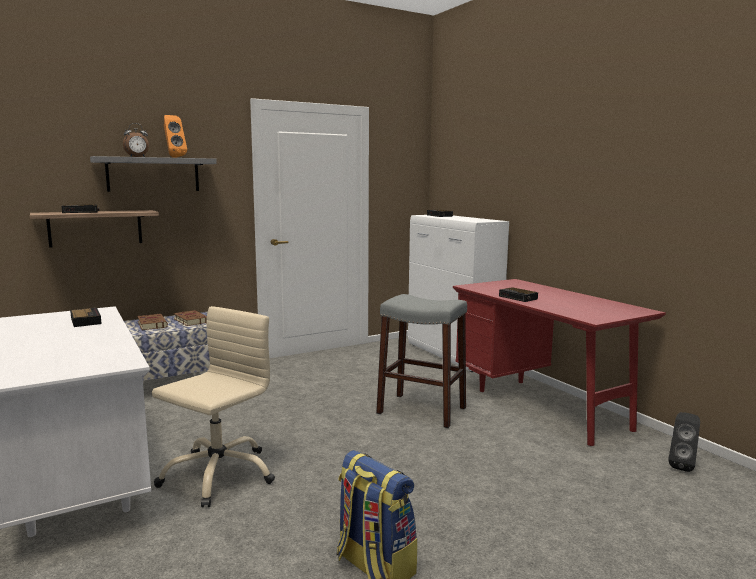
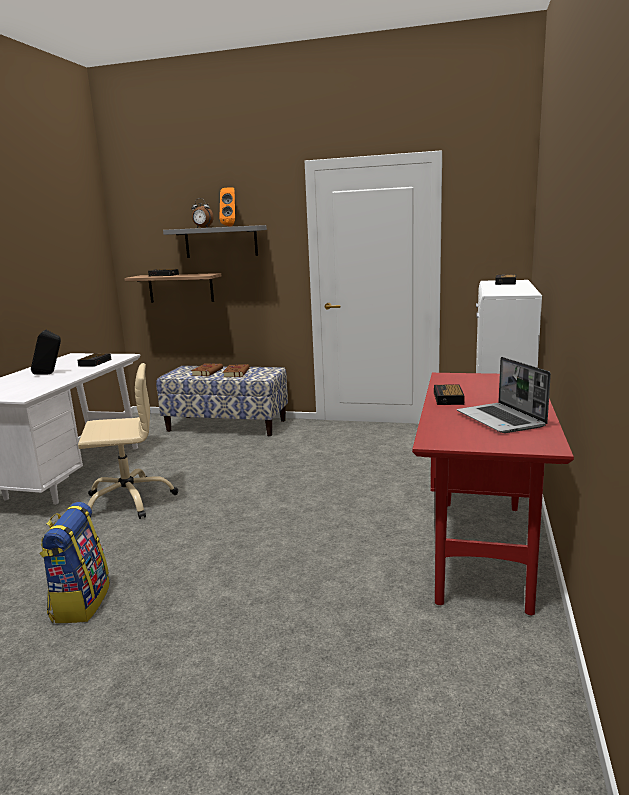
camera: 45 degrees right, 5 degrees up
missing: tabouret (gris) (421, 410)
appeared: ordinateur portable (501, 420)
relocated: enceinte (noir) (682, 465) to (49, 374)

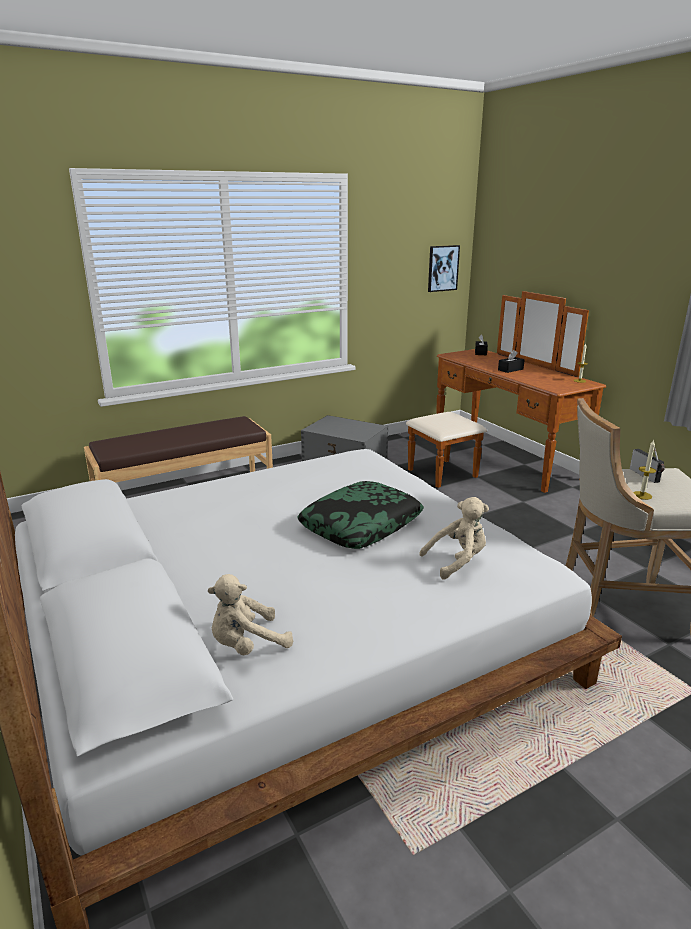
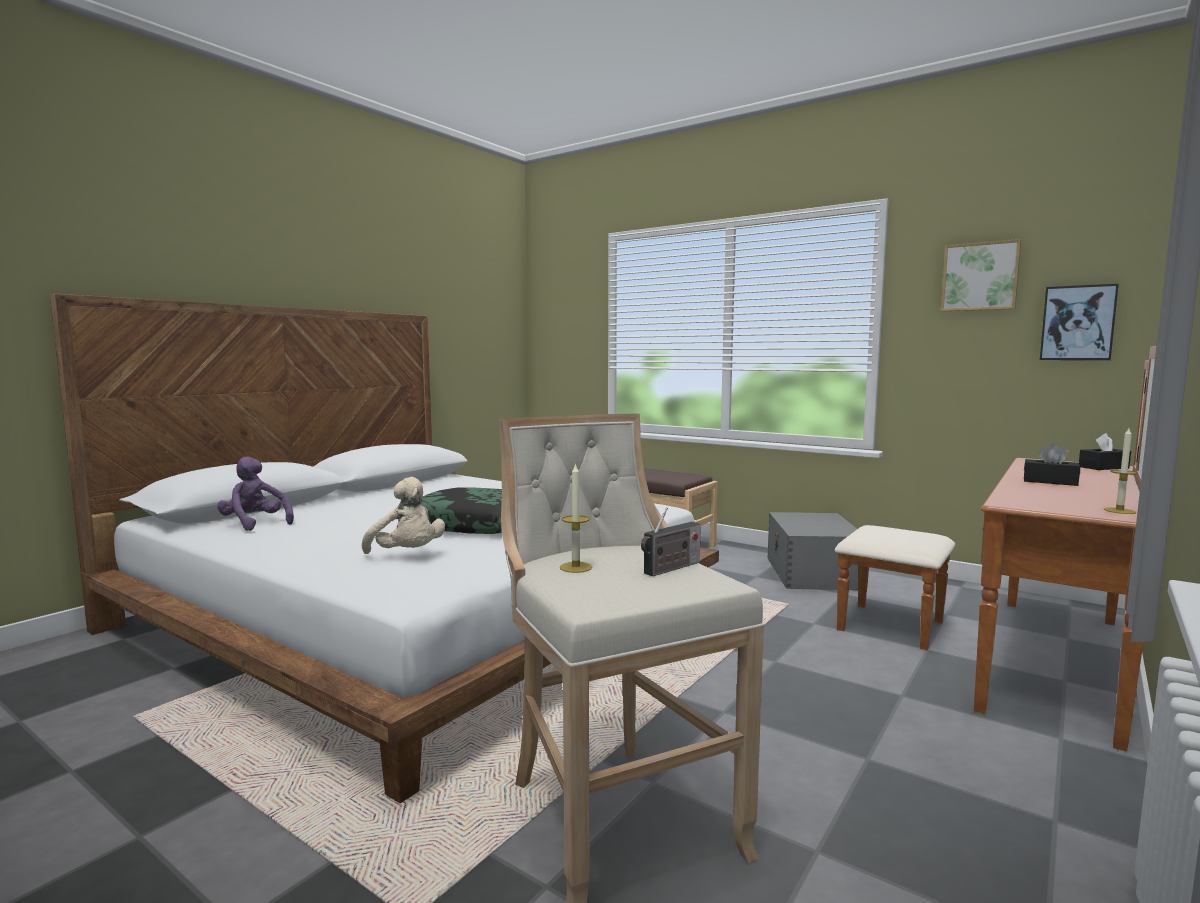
camera: 65 degrees right, 15 degrees down
appeared: tableau (980, 277)
colour: peluche (beige) (247, 645) to peluche (violet) (255, 524)

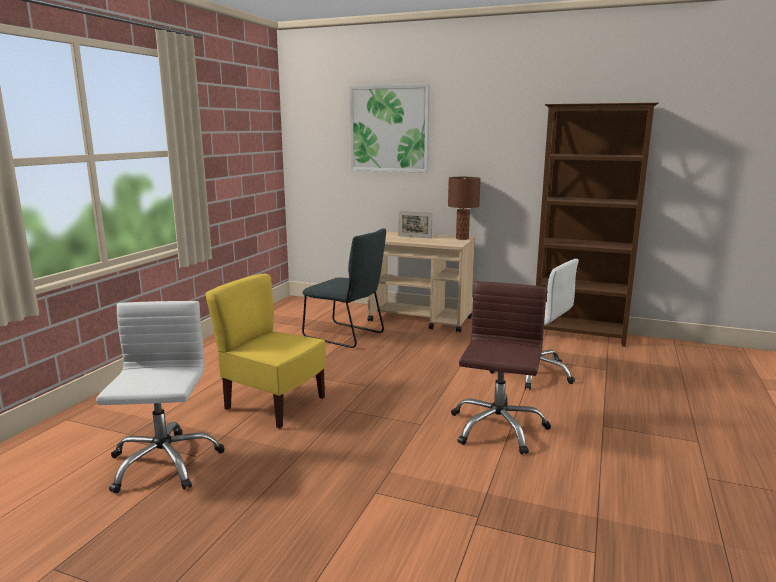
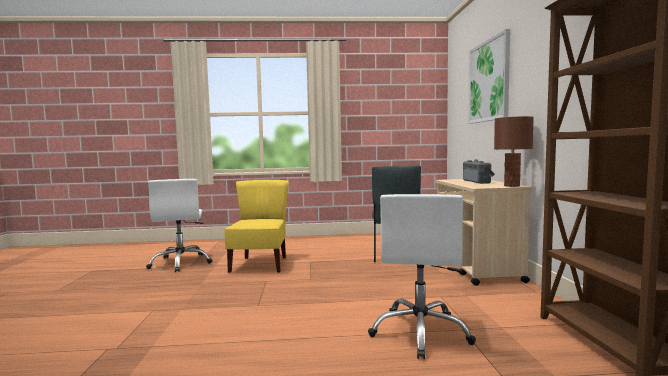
camera: 65 degrees right, 10 degrees down
missing: chaise de bureau (marron) (497, 428)
exchanged: cadre photo (415, 237) to radio (478, 181)
spun: chaise de bureau (blanc) (164, 463) = (181, 263) 105 degrees clockwise

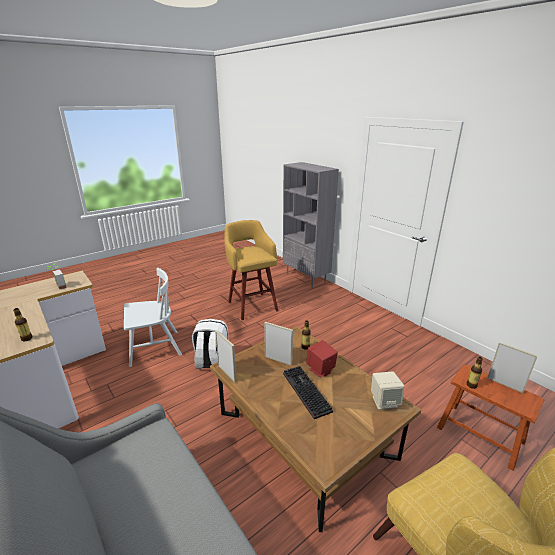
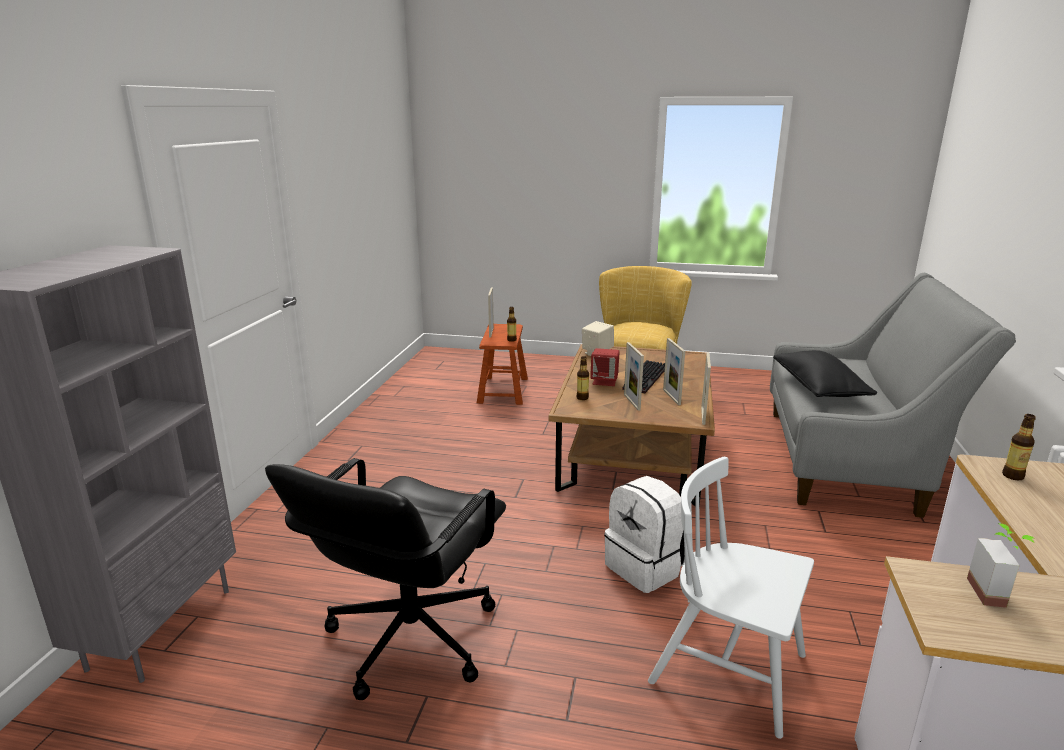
camera: 130 degrees left, 5 degrees down
appeared: cadre photo (671, 397); coussin (noir) (819, 388)
exchanged: tabouret (jaune) (252, 305) to chaise de bureau (noir) (409, 638)

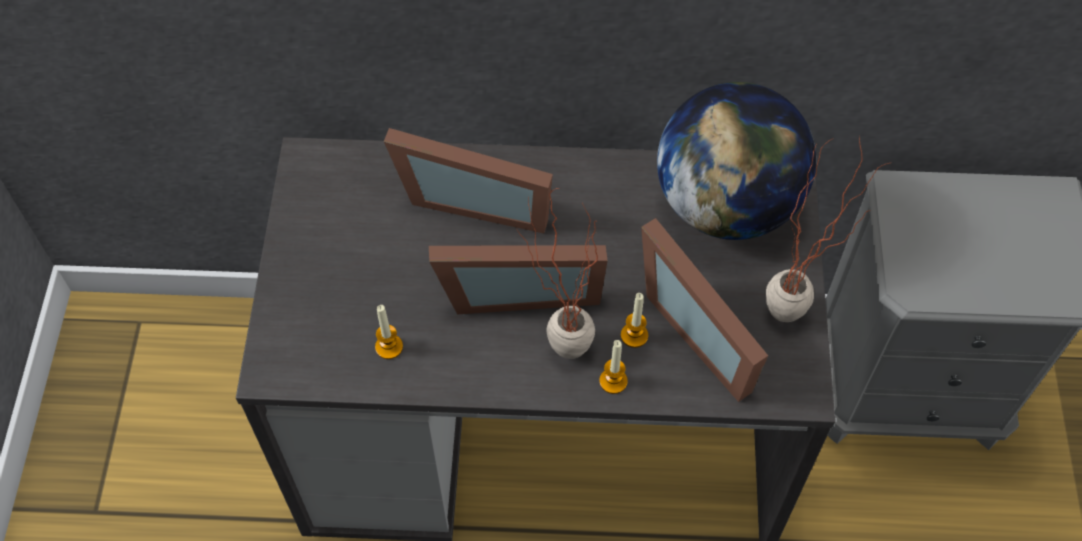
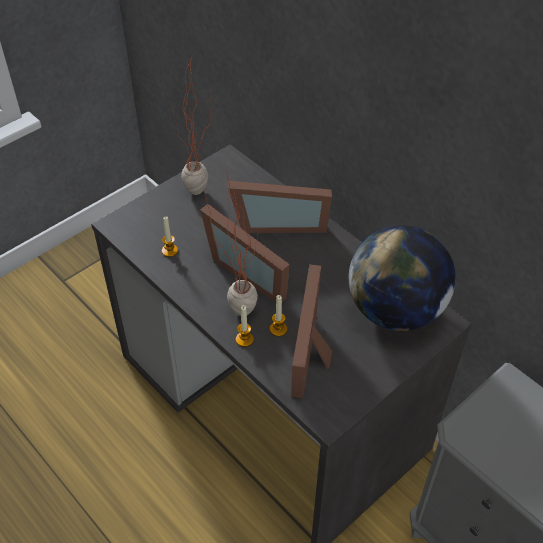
camera: 45 degrees right, 10 degrees down
relocated: plante en pot (798, 316) to (199, 196)
spun: cadre photo (476, 198) = (279, 222) 60 degrees counterclockwise

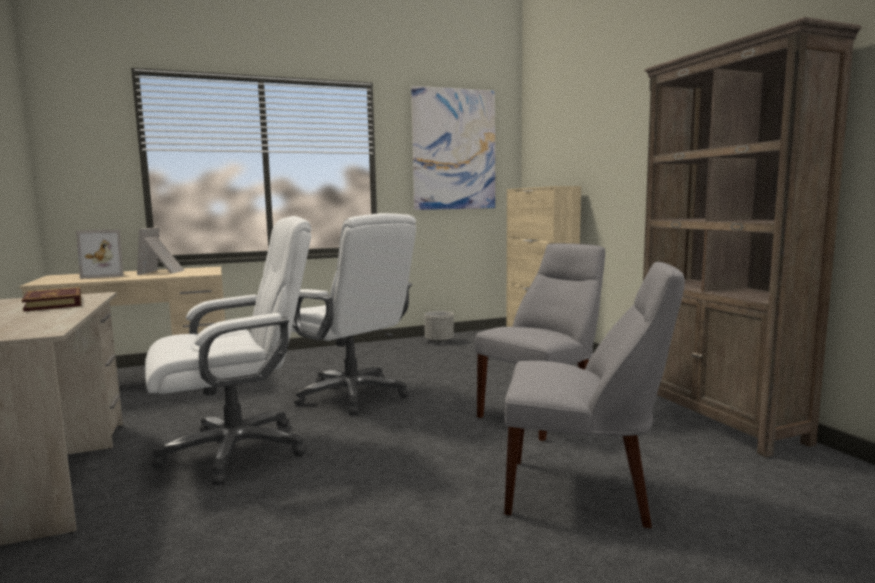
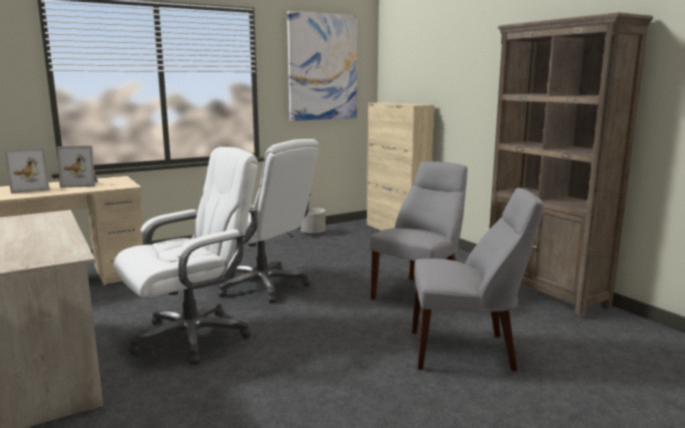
camera: 10 degrees left, 5 degrees up
missing: livre (54, 304)
spun: cadre photo (163, 272) = (81, 184) 90 degrees counterclockwise

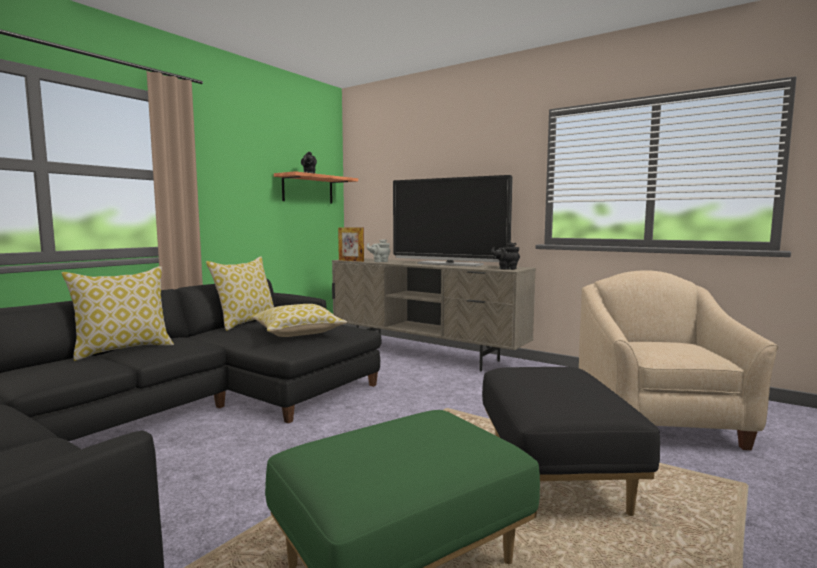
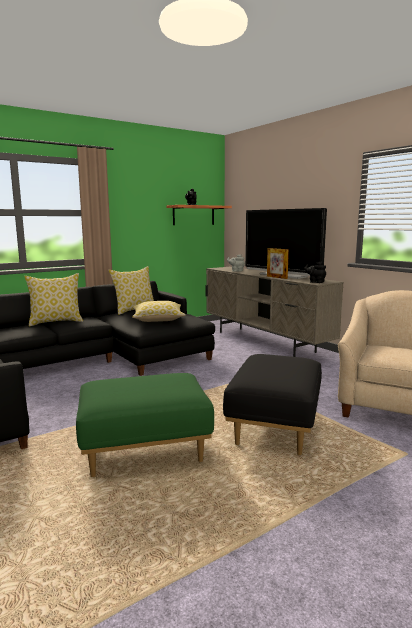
camera: 20 degrees right, 5 degrees up
relocated: cadre photo (351, 260) to (276, 277)

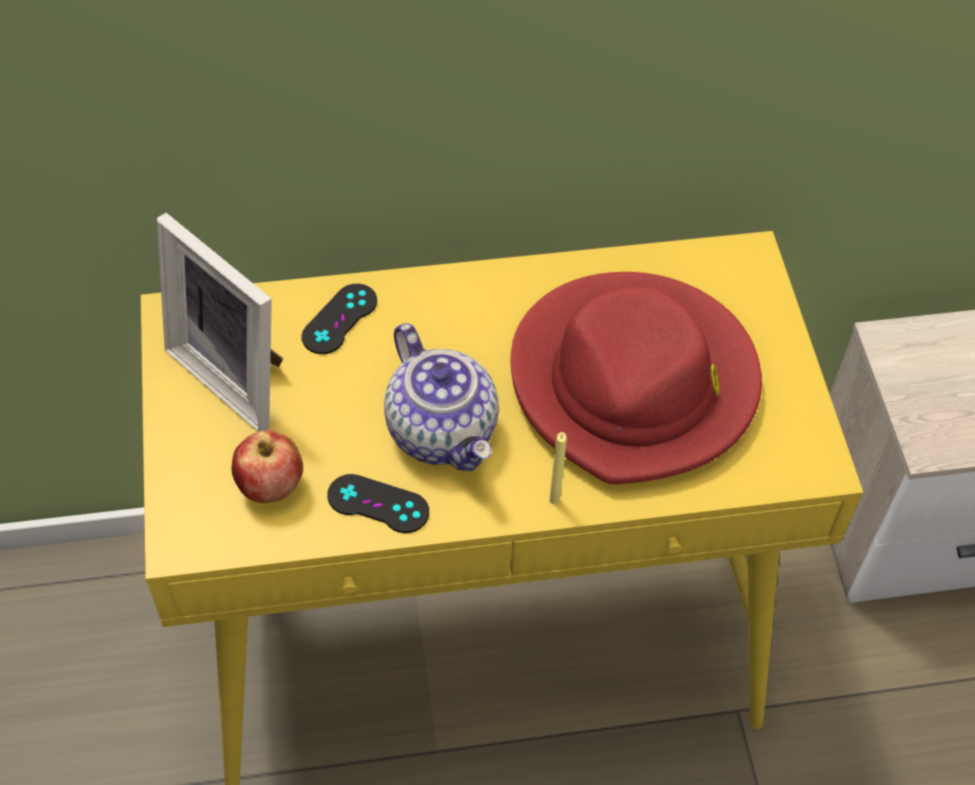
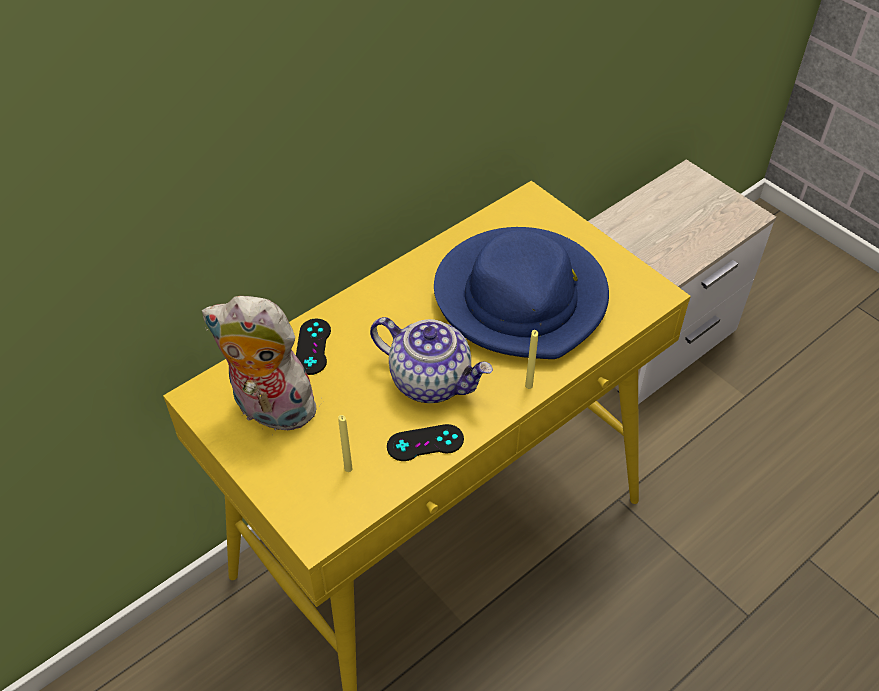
camera: 30 degrees left, 5 degrees down
exchanged: cadre photo (237, 372) to peluche (270, 411); pomme (270, 487) to bougie (jaune) (348, 468)
colour: chapeau (rouge) (635, 383) to chapeau (bleu) (522, 297)

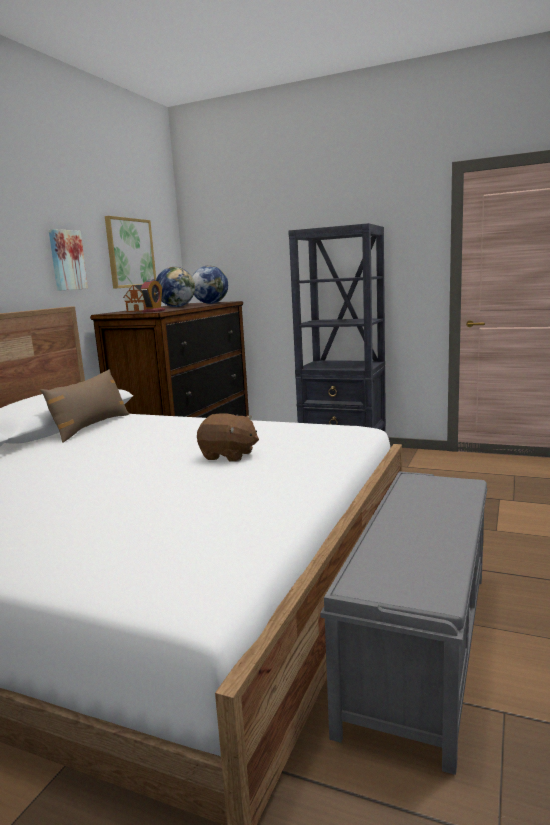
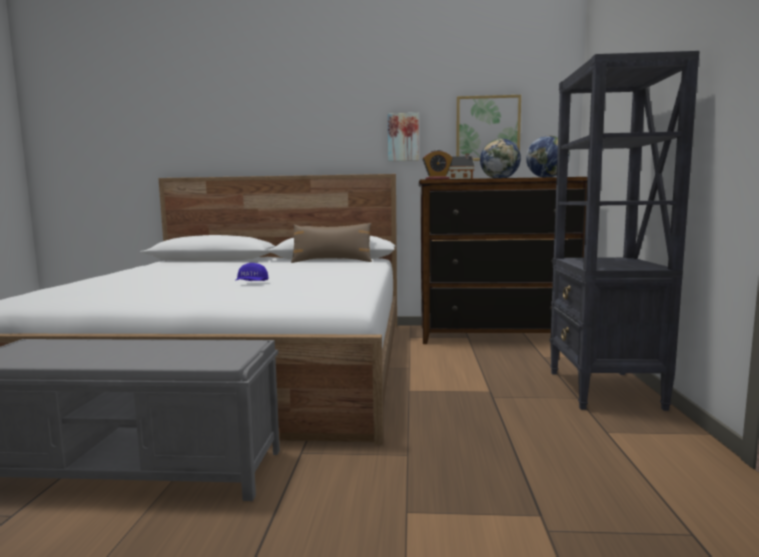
camera: 70 degrees right, 5 degrees down
exchanged: peluche (marron) (228, 456) to casquette (bleu) (251, 284)

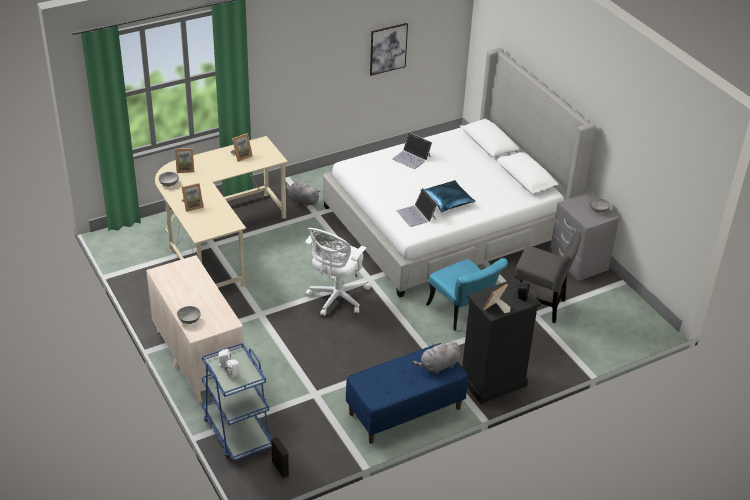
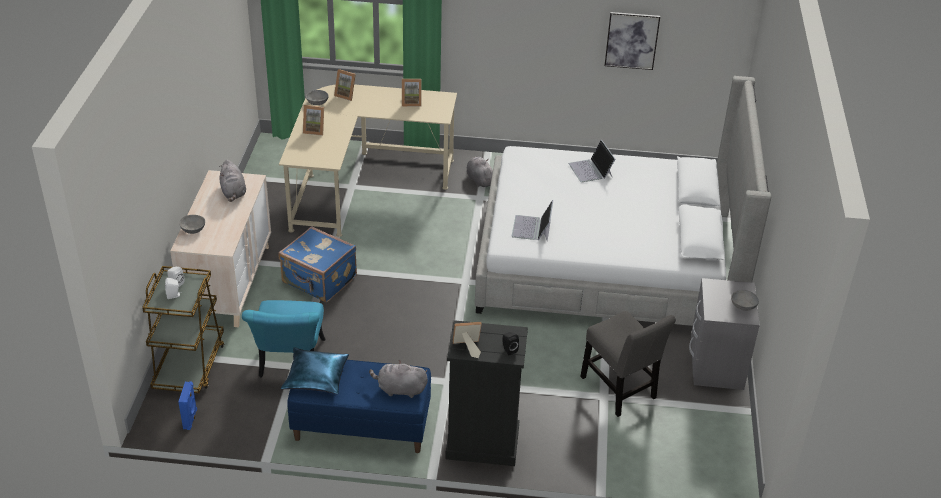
camera: 35 degrees right, 0 degrees up
missing: chaise de bureau (blanc) (336, 299)
appeared: peluche (gris) (233, 192); valise (bleu) (319, 281)
relocated: coussin (bleu) (447, 201) to (315, 377); chaise (turquoise) (463, 313) to (290, 364)
colour: chariot (bleu) (237, 432) to chariot (marron) (189, 366); enceinte (noir) (281, 468) to enceinte (bleu) (190, 419)

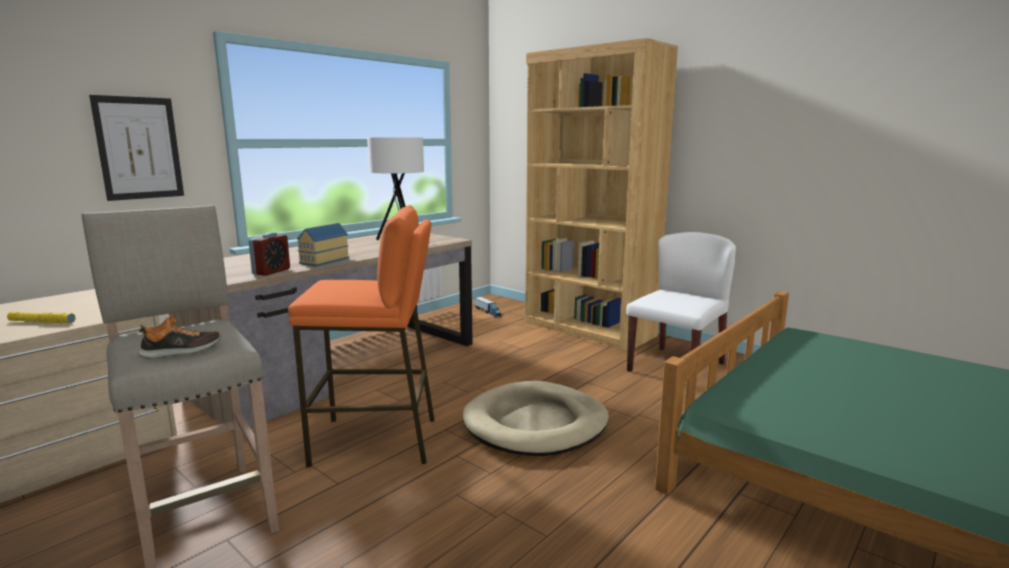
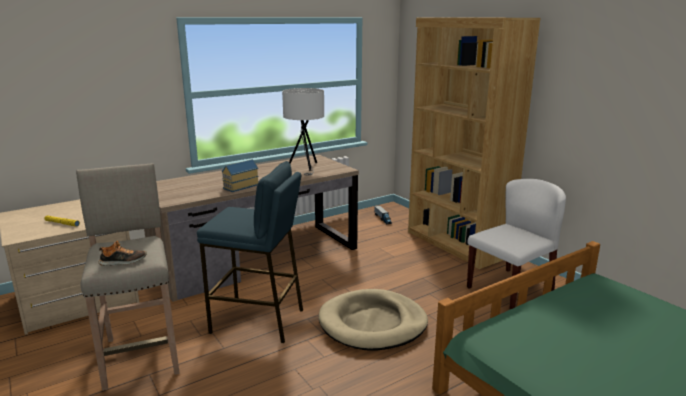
camera: 15 degrees right, 5 degrees up
missing: tableau (139, 148); réveil (271, 271)
colour: tabouret (orange) (376, 442) to tabouret (bleu) (258, 321)

